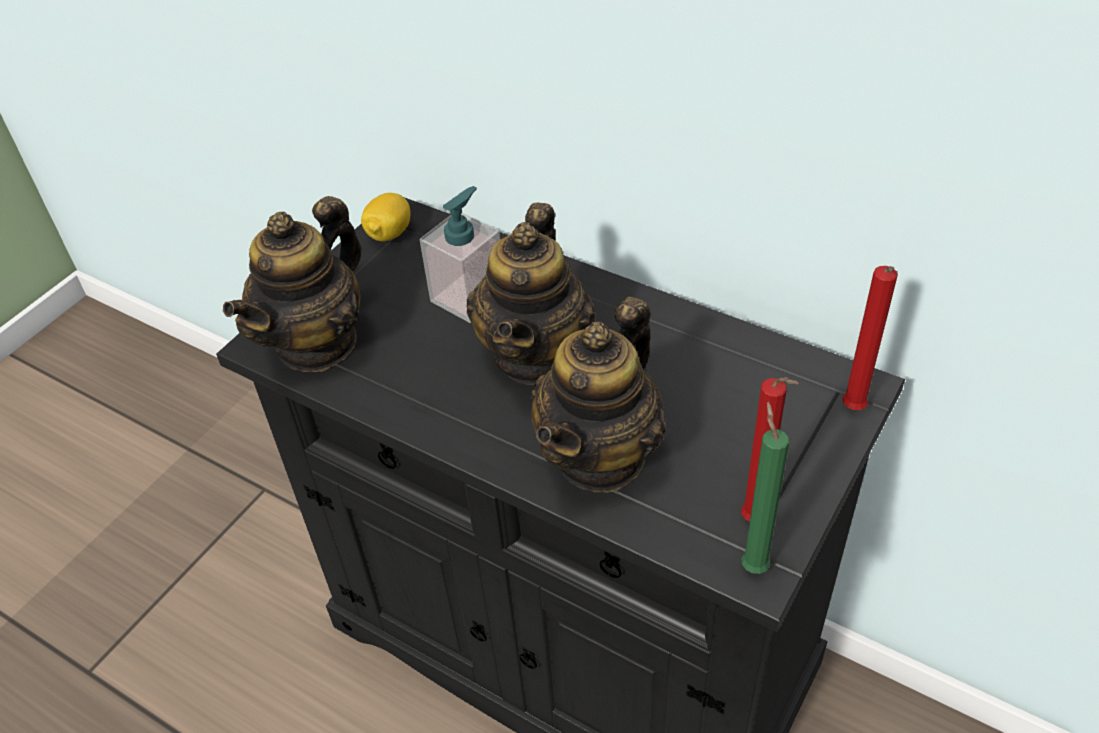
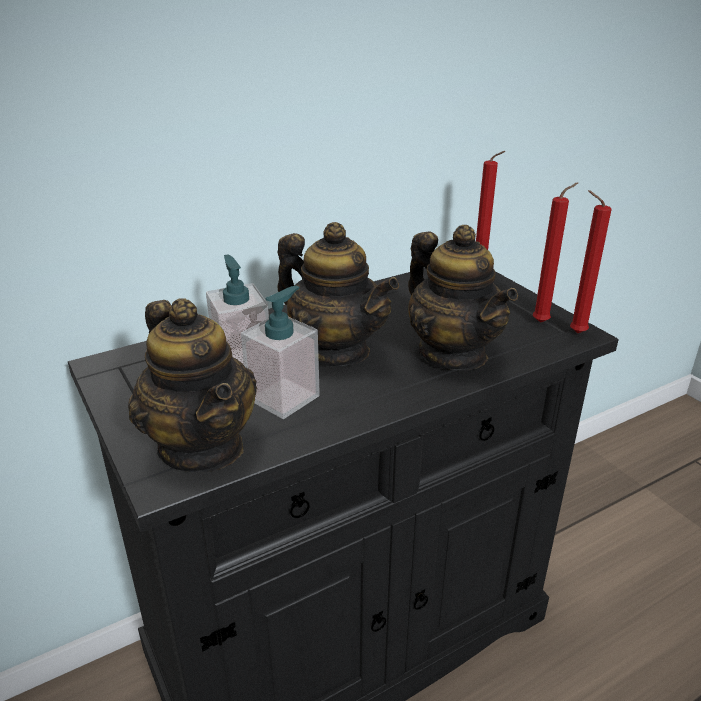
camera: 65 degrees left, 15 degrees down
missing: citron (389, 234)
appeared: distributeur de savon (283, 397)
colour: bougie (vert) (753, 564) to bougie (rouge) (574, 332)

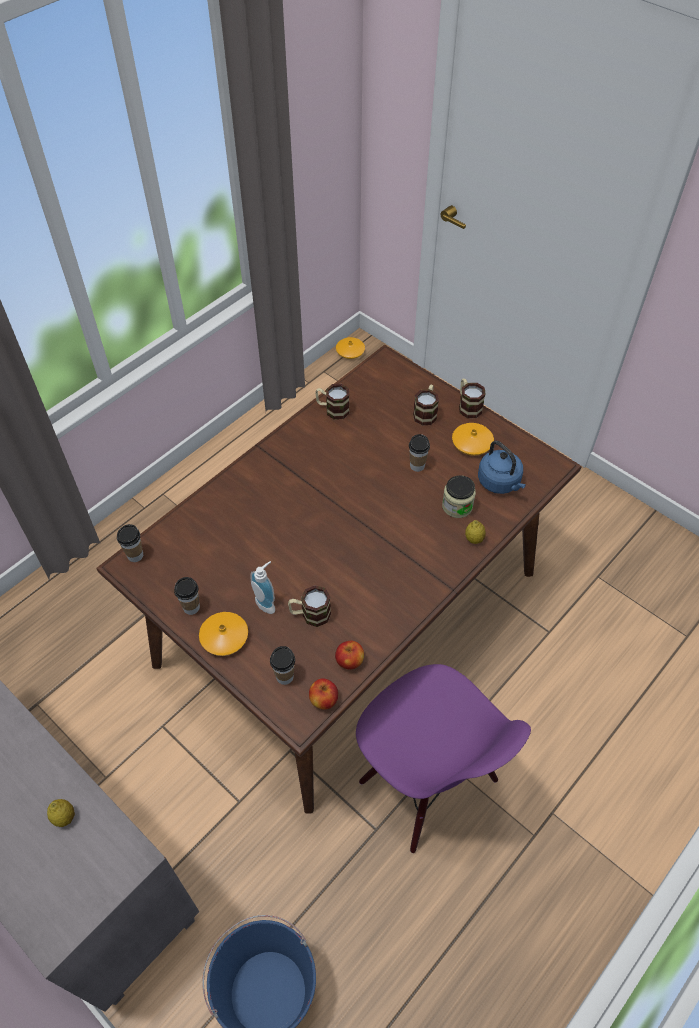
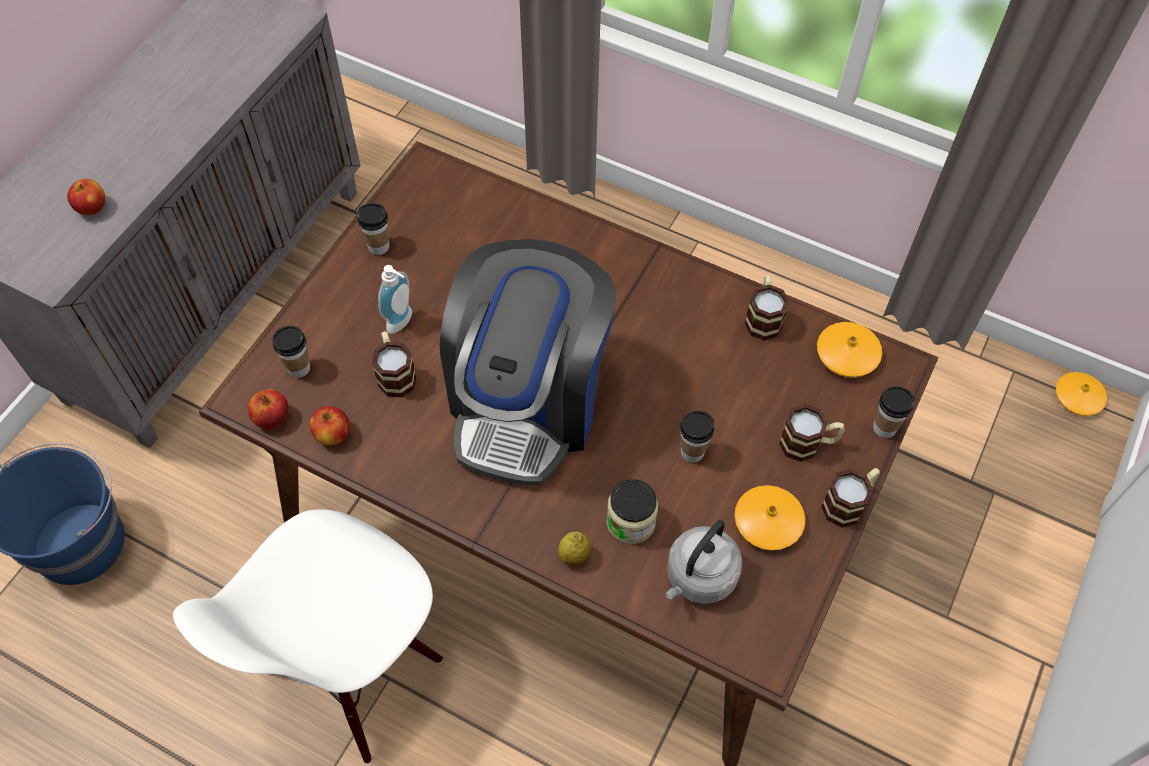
camera: 75 degrees right, 5 degrees up
appeared: machine à café (528, 401)
relocated: tasse (135, 555) to (884, 428); vase (orange) (224, 637) to (847, 355)
exchanged: citron (64, 817) to pomme (92, 208)
colour: chaise (violet) (427, 783) to chaise (blanc) (348, 668); bouilloire (bleu) (500, 483) to bouilloire (gris) (698, 578)

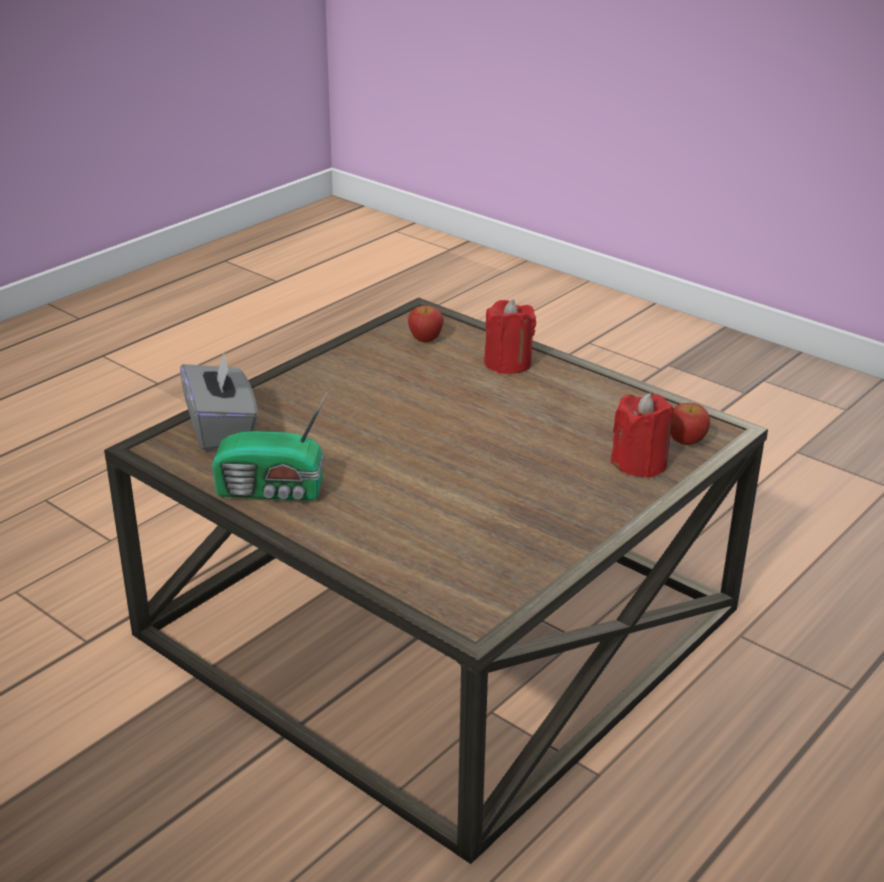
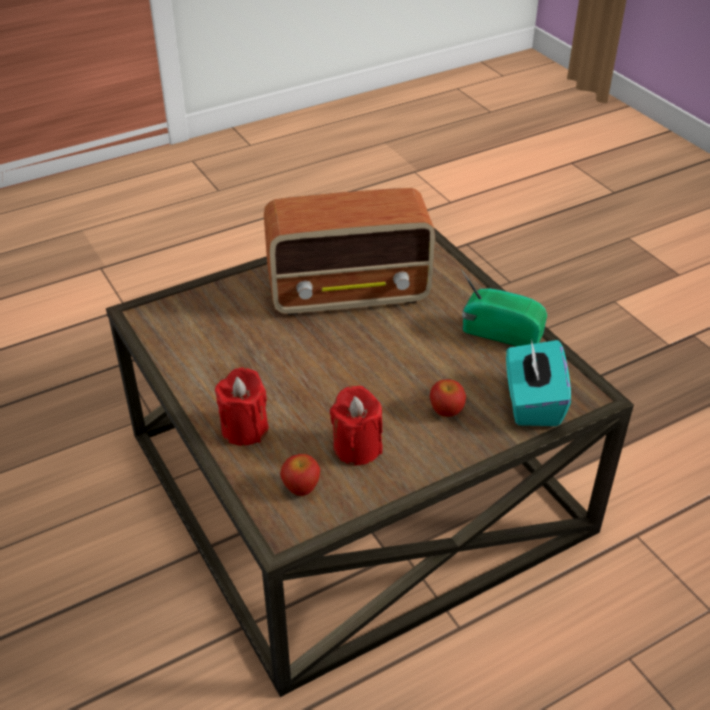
camera: 160 degrees left, 10 degrees up
appeared: radio (350, 293)
relocated: bougie (rouge) (640, 463) to (357, 447); pomme (686, 440) to (446, 410)
colour: boîte à mouchoirs (gris) (222, 429) to boîte à mouchoirs (turquoise) (532, 402)

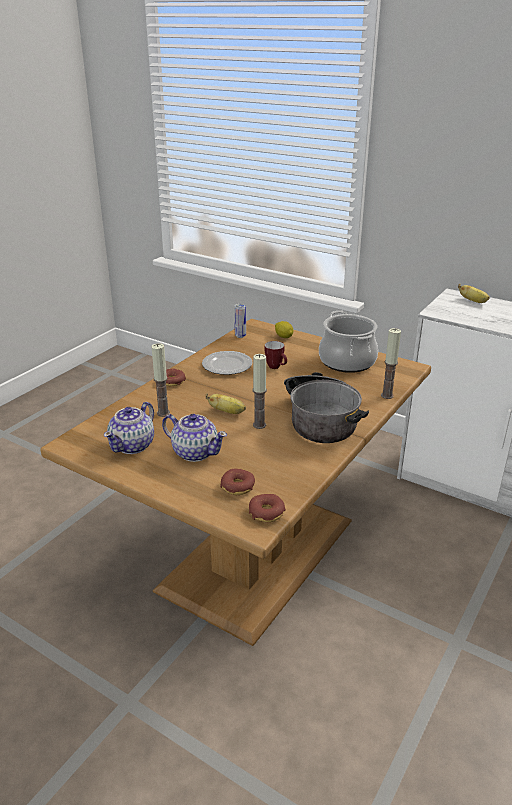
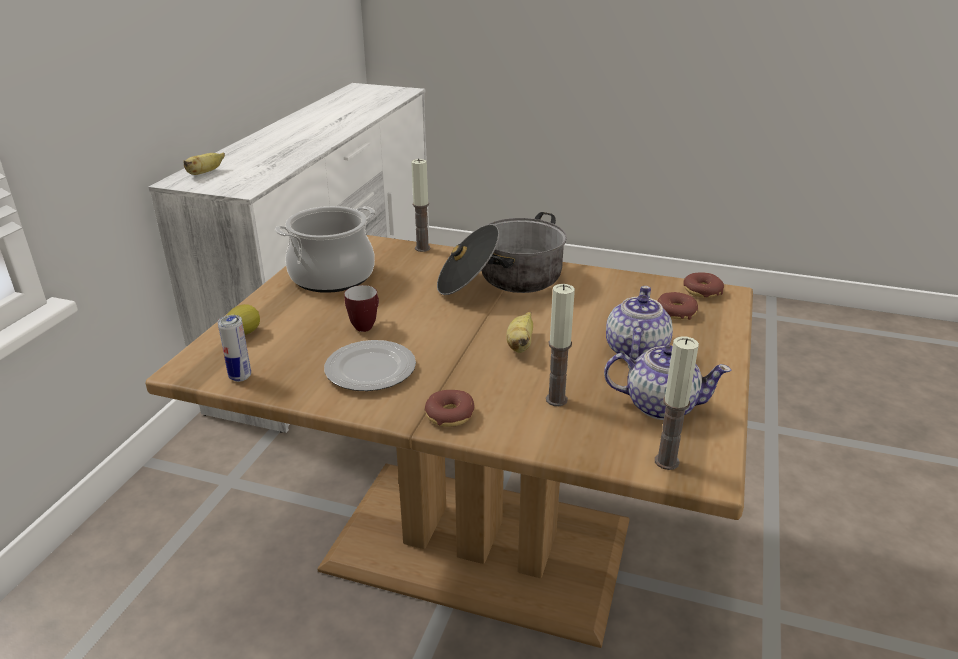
camera: 105 degrees left, 0 degrees up
relocated: bougie (259, 425) to (666, 461)

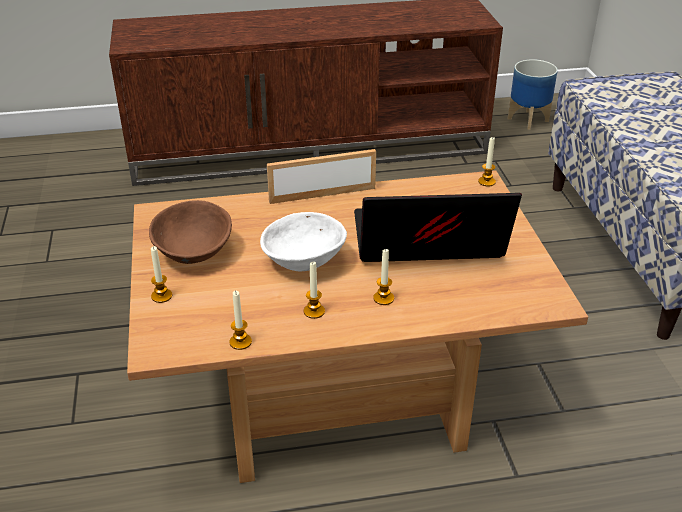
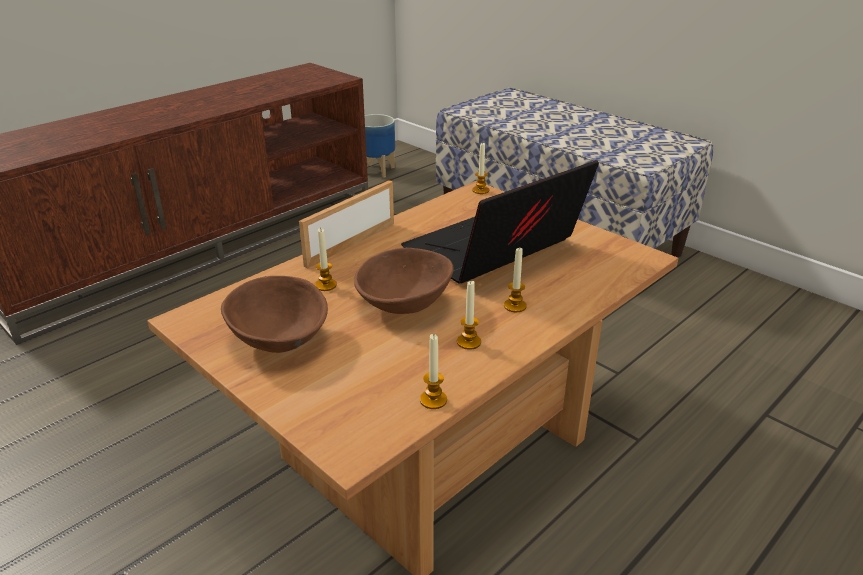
camera: 35 degrees left, 5 degrees down
relocated: bougie (161, 296) to (325, 285)
colour: bol (blanc) (303, 262) to bol (marron) (405, 305)

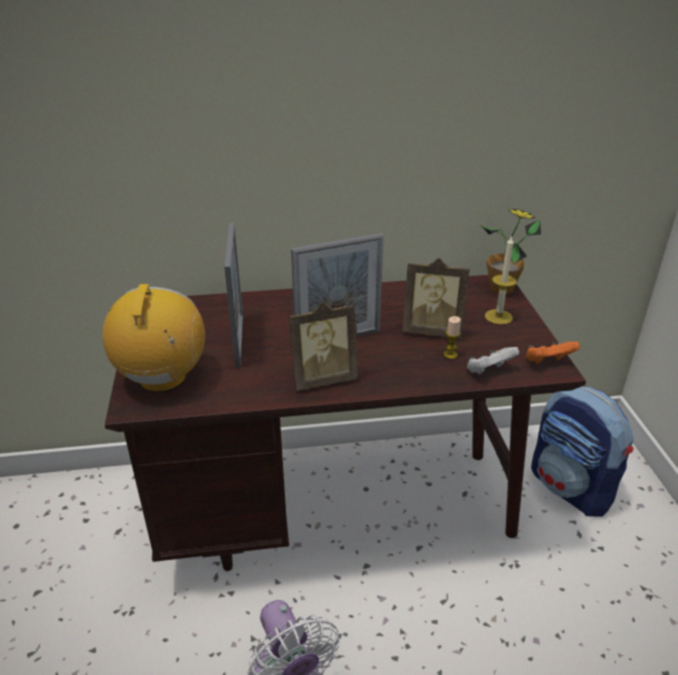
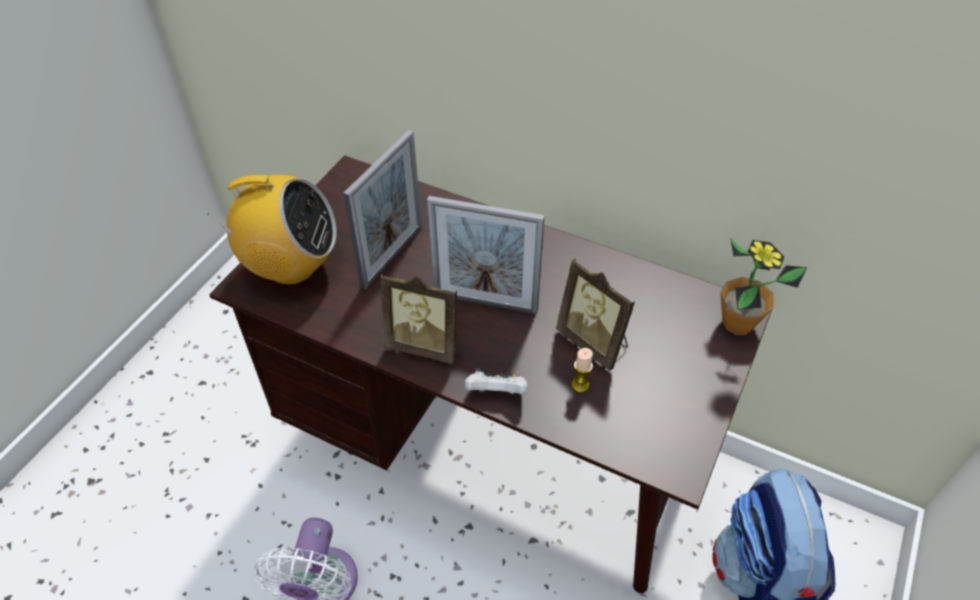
camera: 35 degrees right, 15 degrees up
missing: bougie (498, 317); manette (orange) (547, 362)
relocated: manette (blanc) (489, 371) to (496, 393)
spun: radio (162, 378) = (291, 267) 60 degrees clockwise

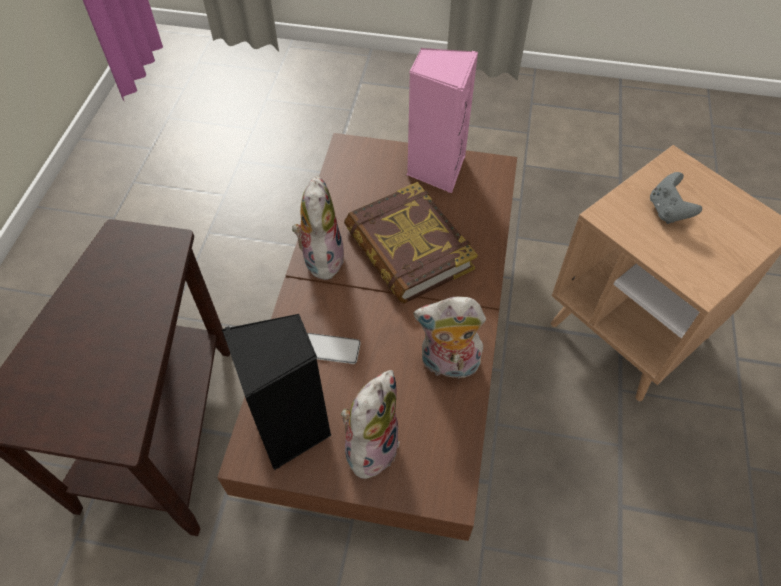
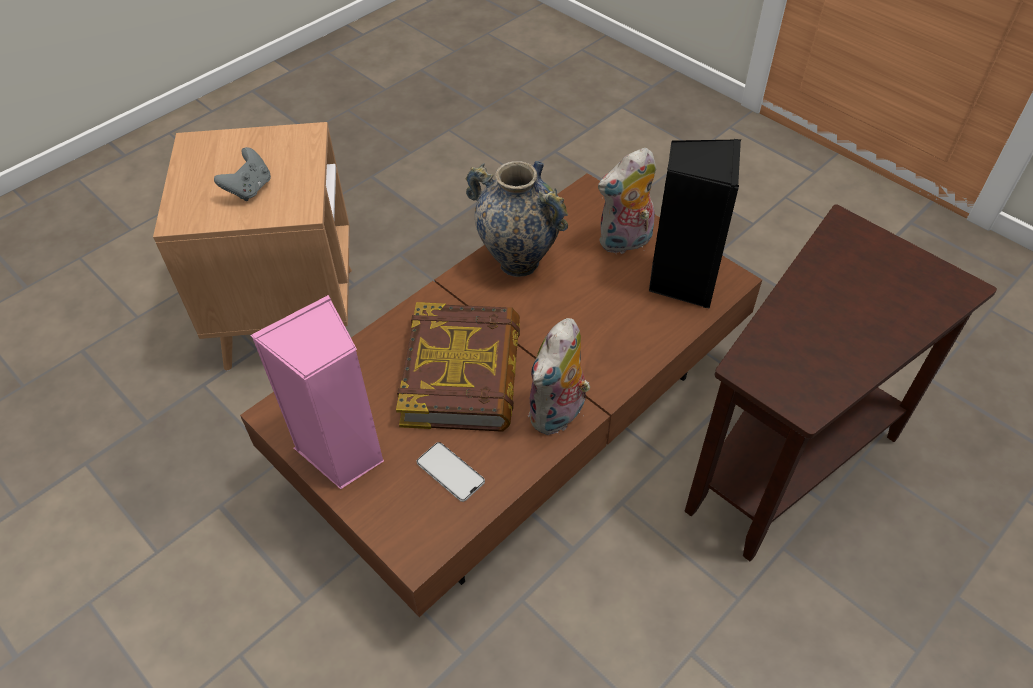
camera: 145 degrees left, 5 degrees down
relocated: téléphone (330, 349) to (450, 472)
exchanged: peluche (448, 365) to vase (518, 262)

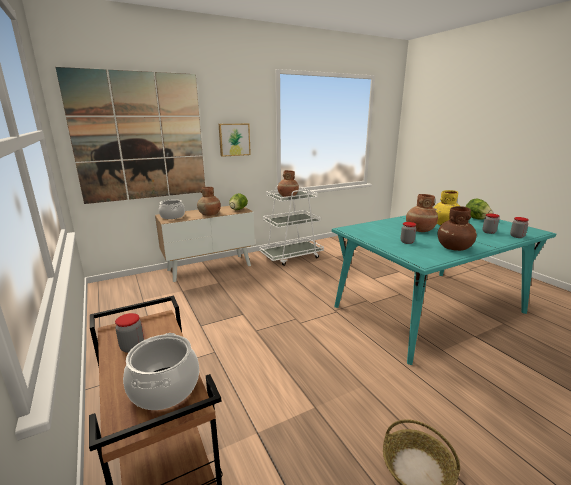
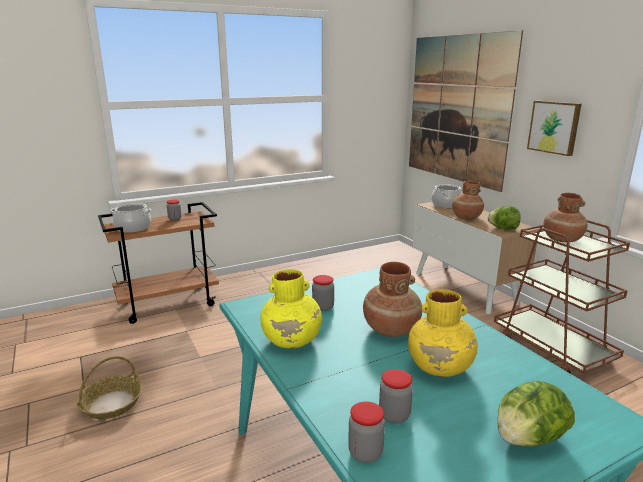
camera: 90 degrees right, 0 degrees up
colour: chariot (blanc) (291, 256) to chariot (marron) (552, 348); vase (marron) (454, 248) to vase (jaune) (292, 341)

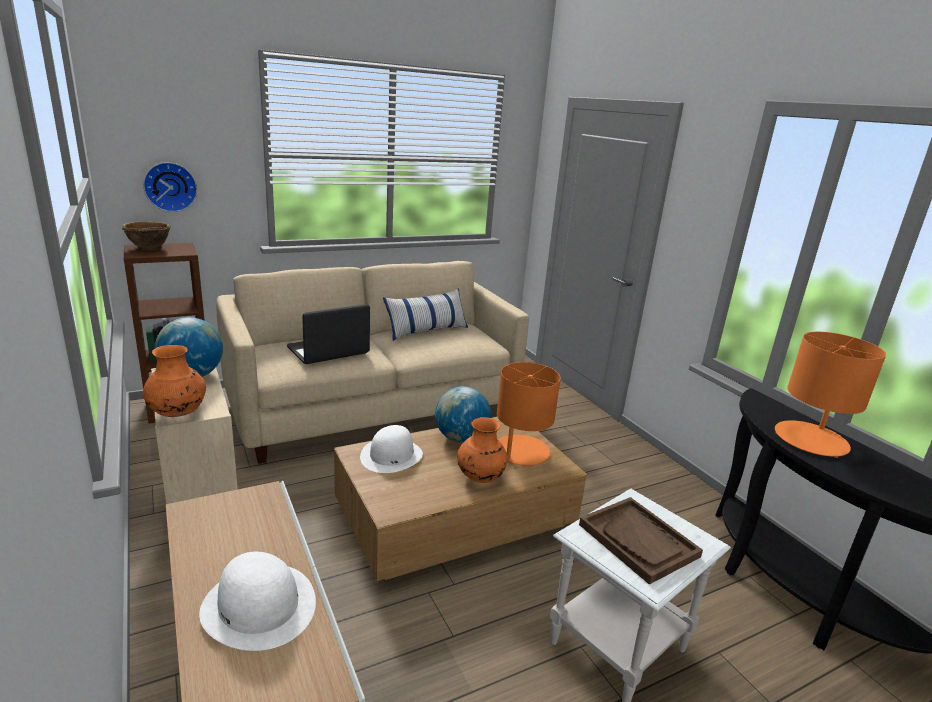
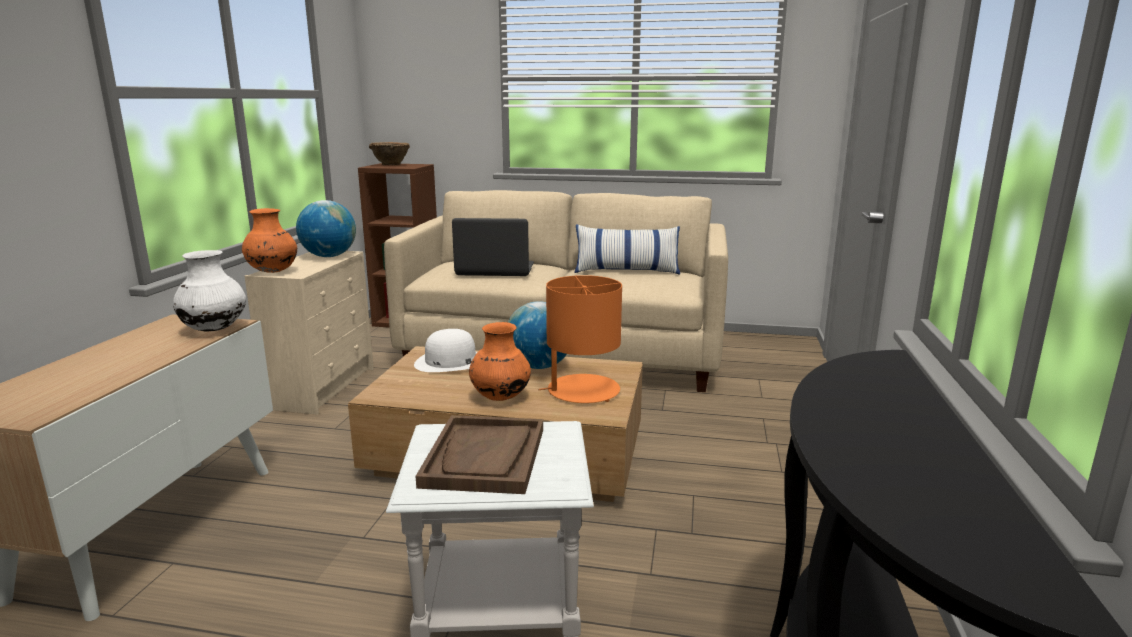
camera: 40 degrees right, 5 degrees down
missing: horloge murale (170, 186); chapeau (blanc) (259, 606); lampe de table (orange) (811, 439)
appeared: vase (blanc) (214, 329)

